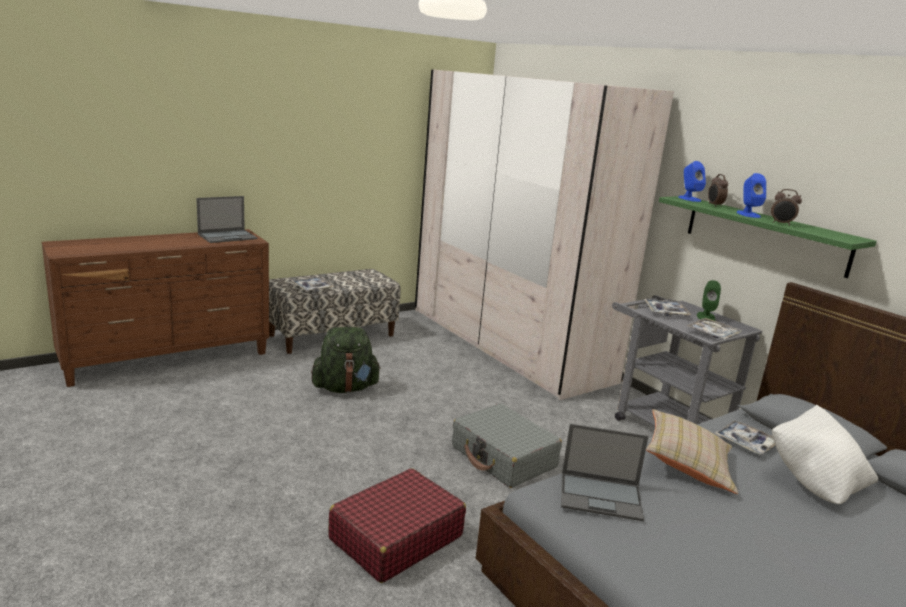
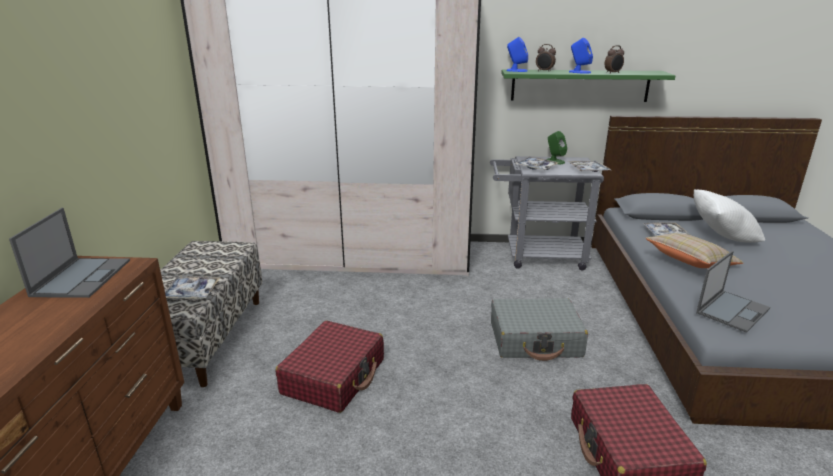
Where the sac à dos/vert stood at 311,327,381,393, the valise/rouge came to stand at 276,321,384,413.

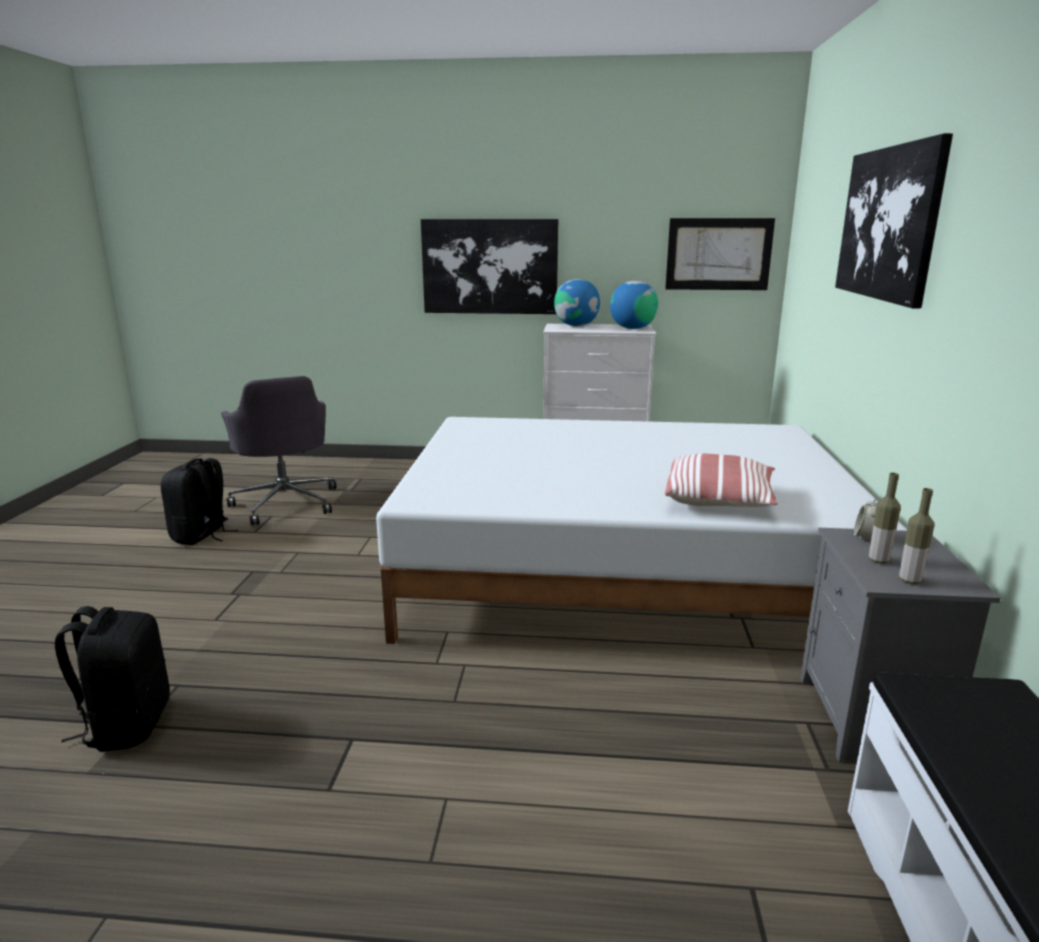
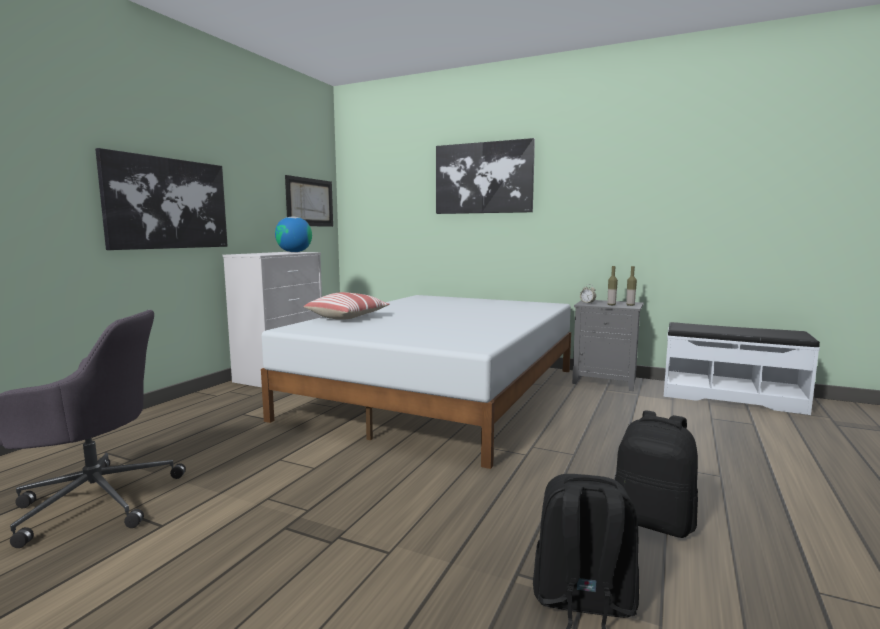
The second view lost the globe at 554,279,600,326. The sac à dos/noir ended up elsewhere, having gone from 161,458,238,545 to 615,410,698,538. The coussin ended up elsewhere, having gone from 665,454,778,507 to 304,292,390,320.

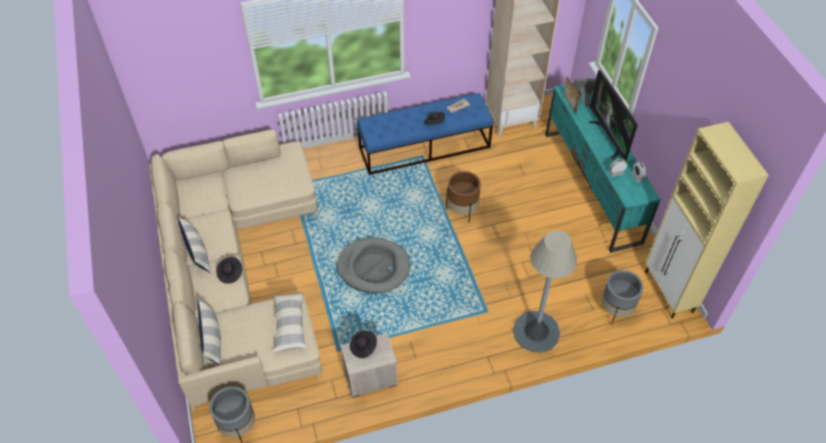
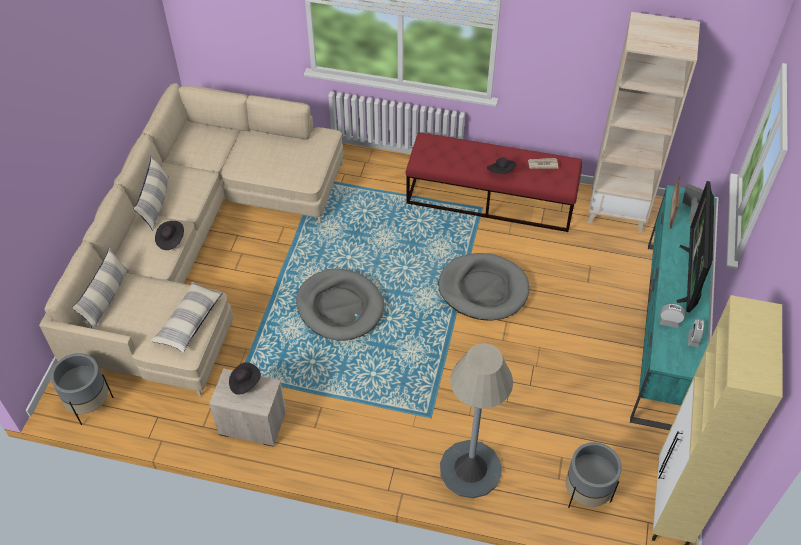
Where the cache-pot/marron stood at 446,171,481,222, the panier pour chien/gris came to stand at 438,253,529,321. What was the banc/bleu at 357,93,494,175 turned into the banc/rouge at 405,132,582,232.

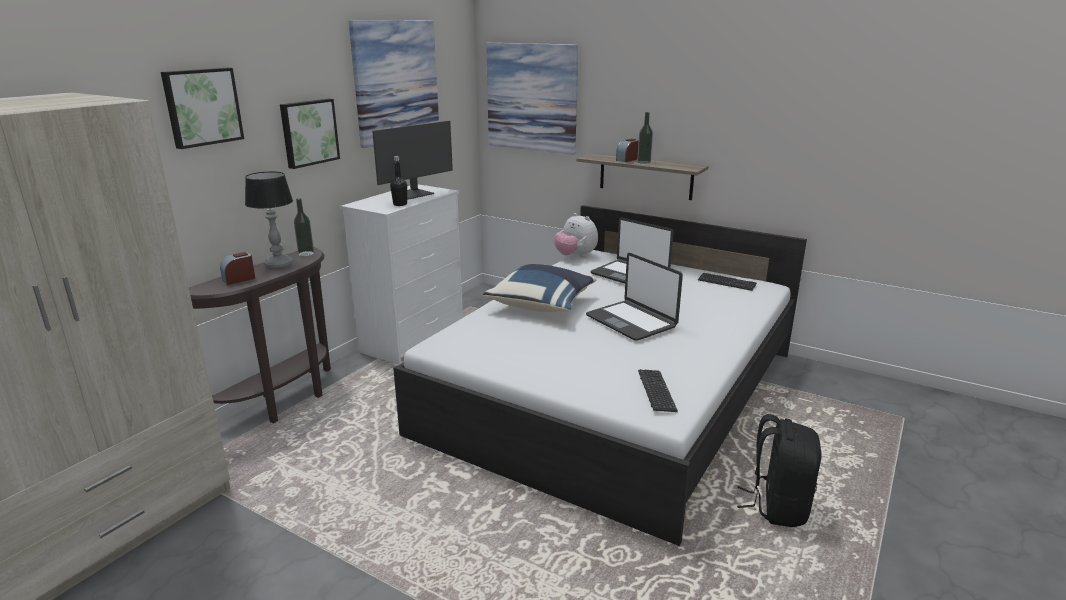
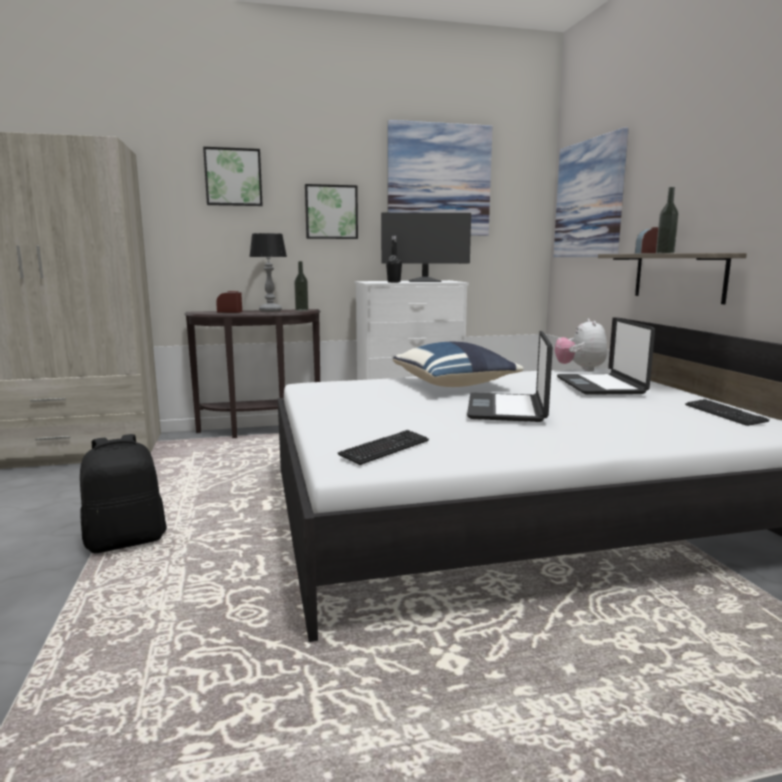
The sac à dos/noir ended up elsewhere, having gone from 737,414,822,527 to 80,434,167,553.

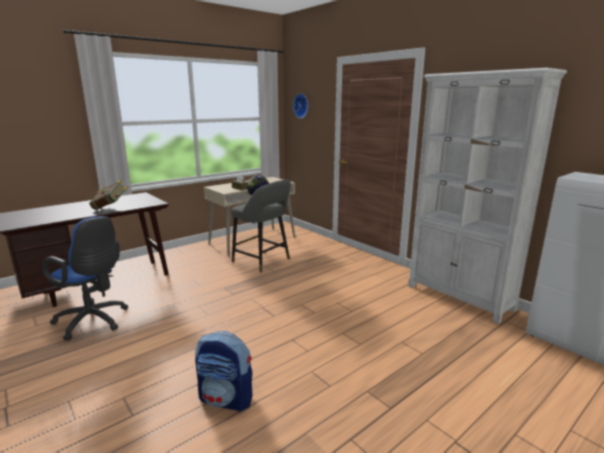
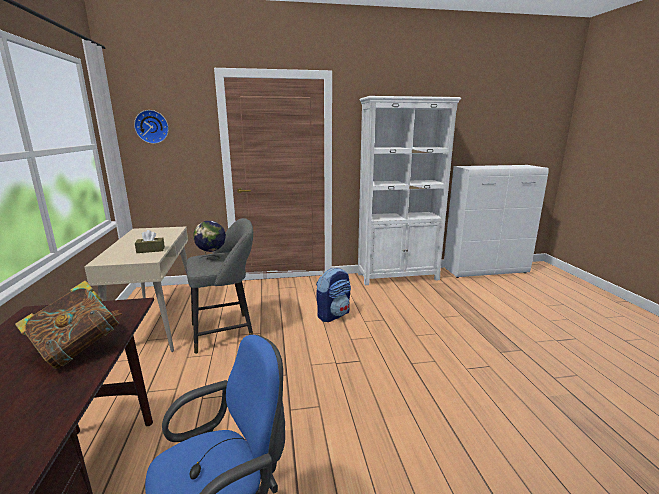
The sac à dos ended up elsewhere, having gone from 195,331,253,412 to 316,267,351,322.

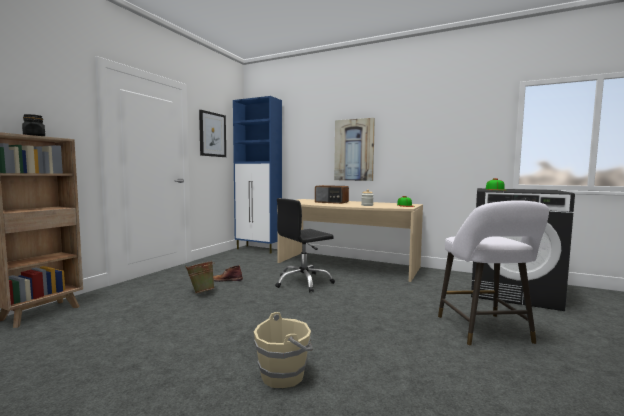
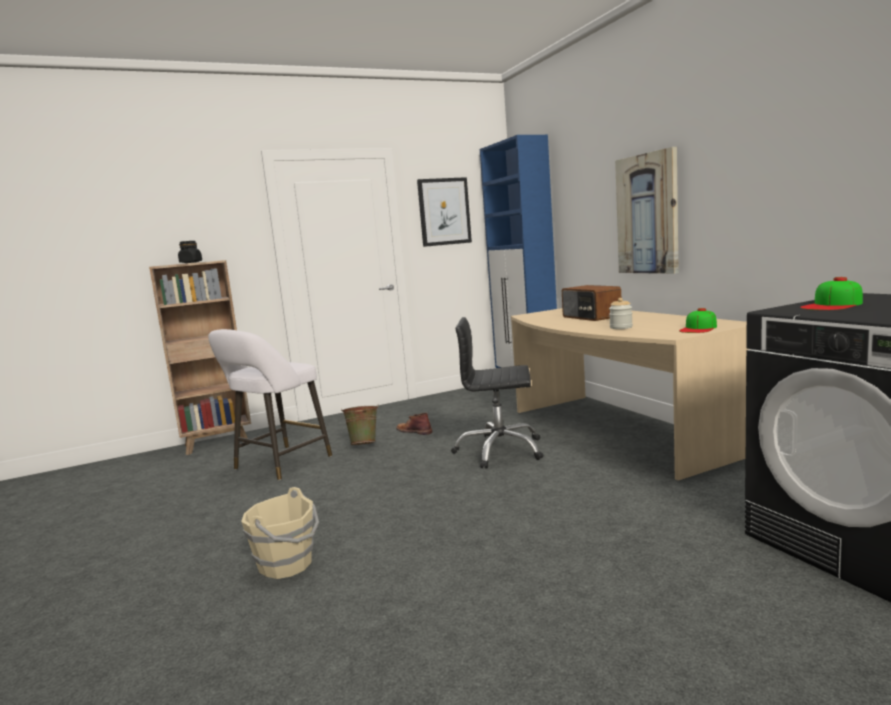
The tabouret/blanc ended up elsewhere, having gone from 438,200,549,346 to 208,329,332,481.

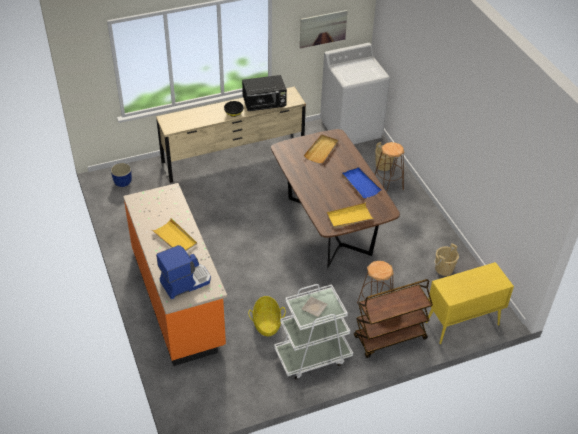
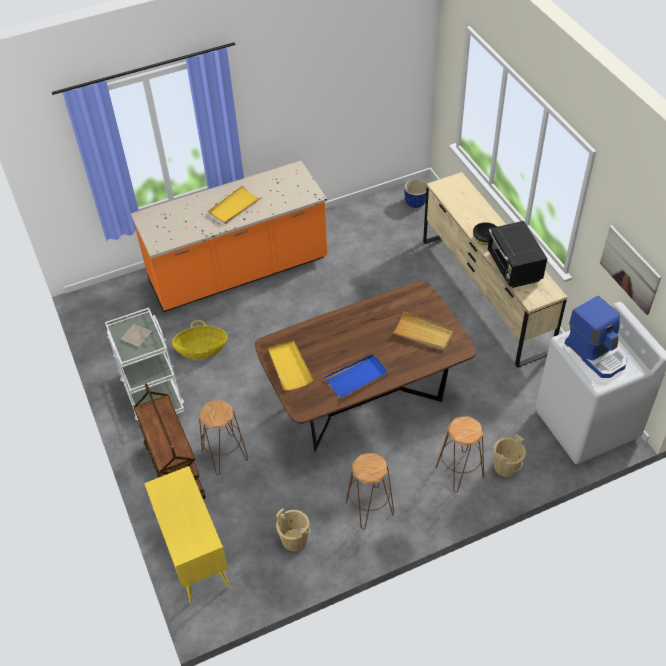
The second view gained the tabouret/marron at 346,453,394,530. The machine à café ended up elsewhere, having gone from 156,245,211,299 to 565,296,627,378.

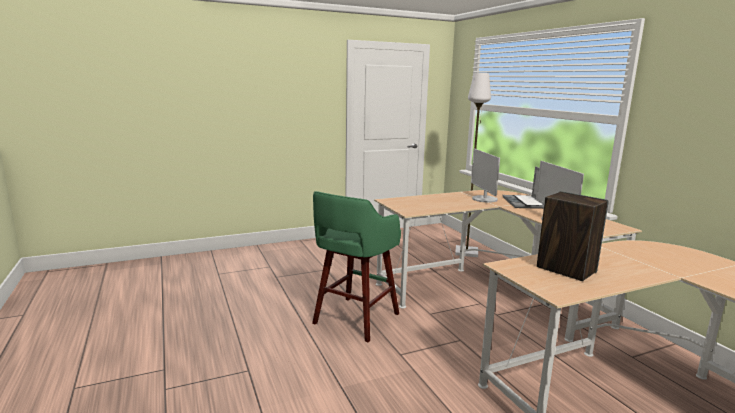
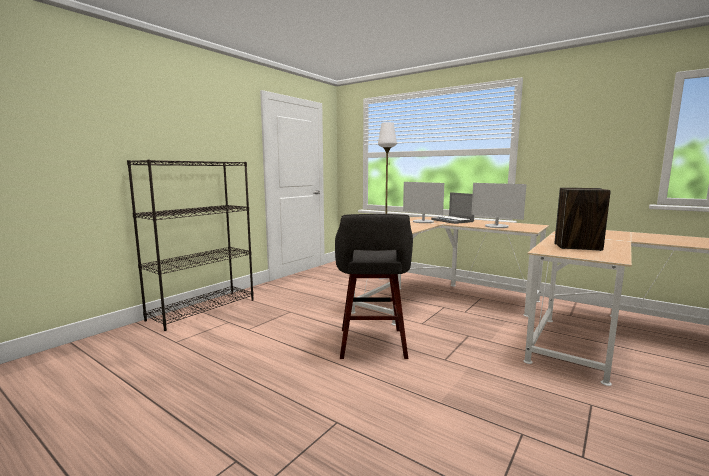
The second view gained the bibliothèque/noir at 127,160,254,331. What was the tabouret/vert at 312,191,401,342 turned into the tabouret/gris at 335,214,413,359.

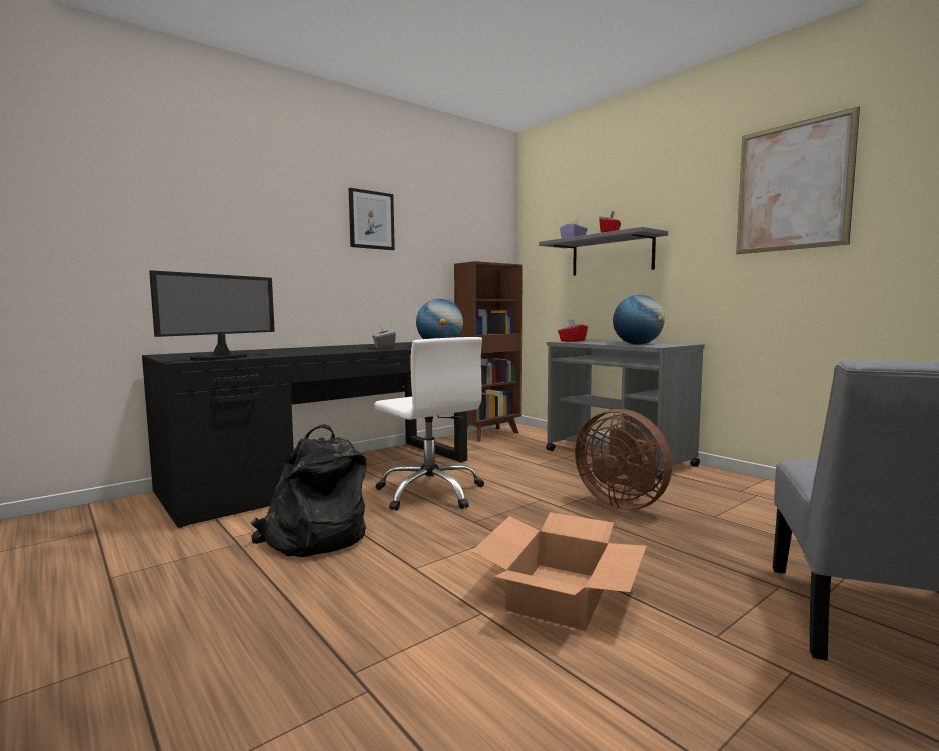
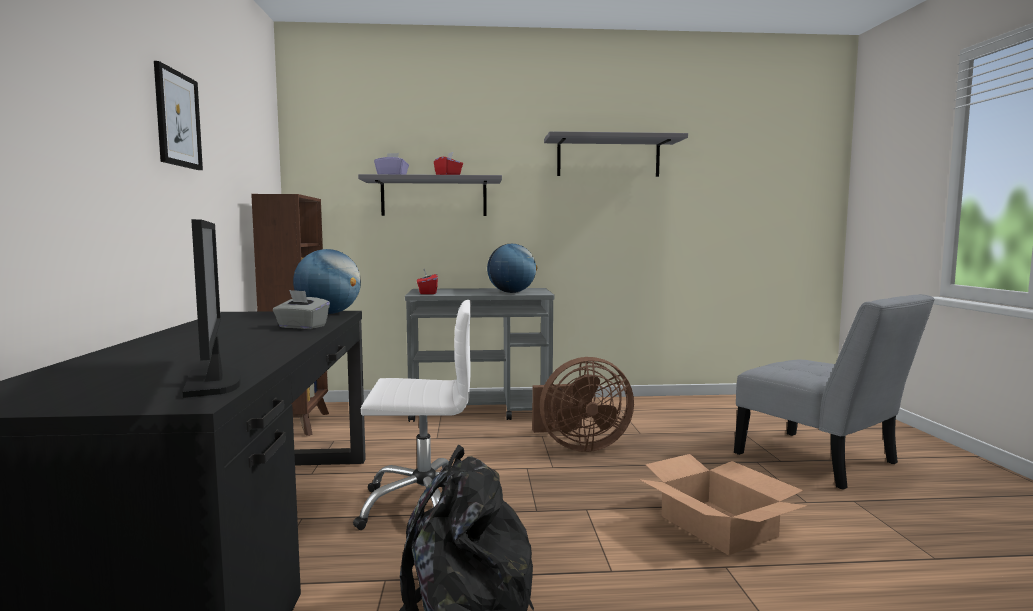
Where the tableau hung at 736,107,860,254, the étagère/gris came to hang at 544,131,688,177.

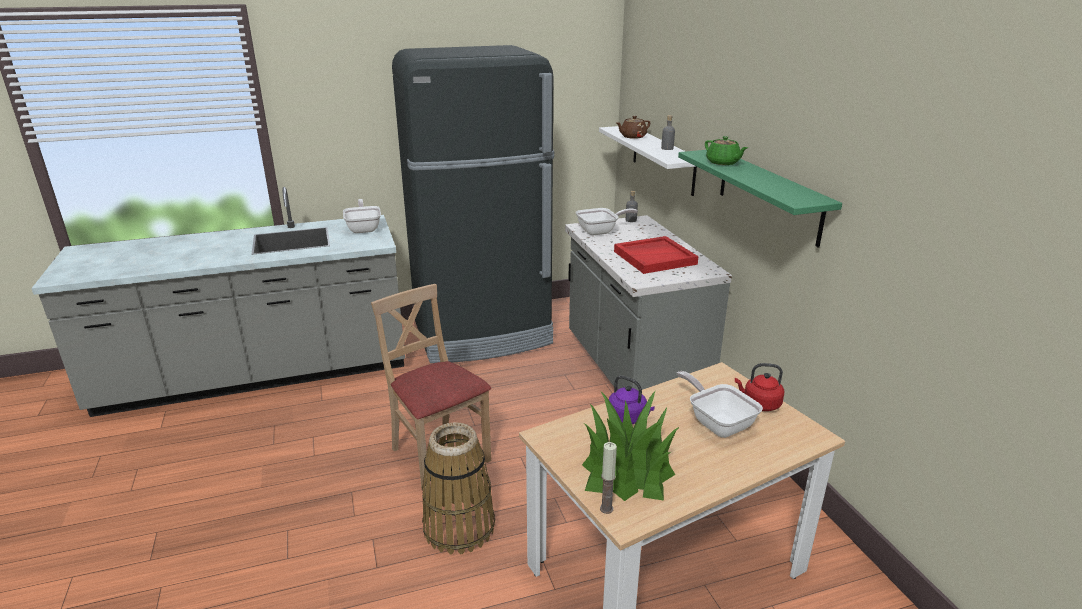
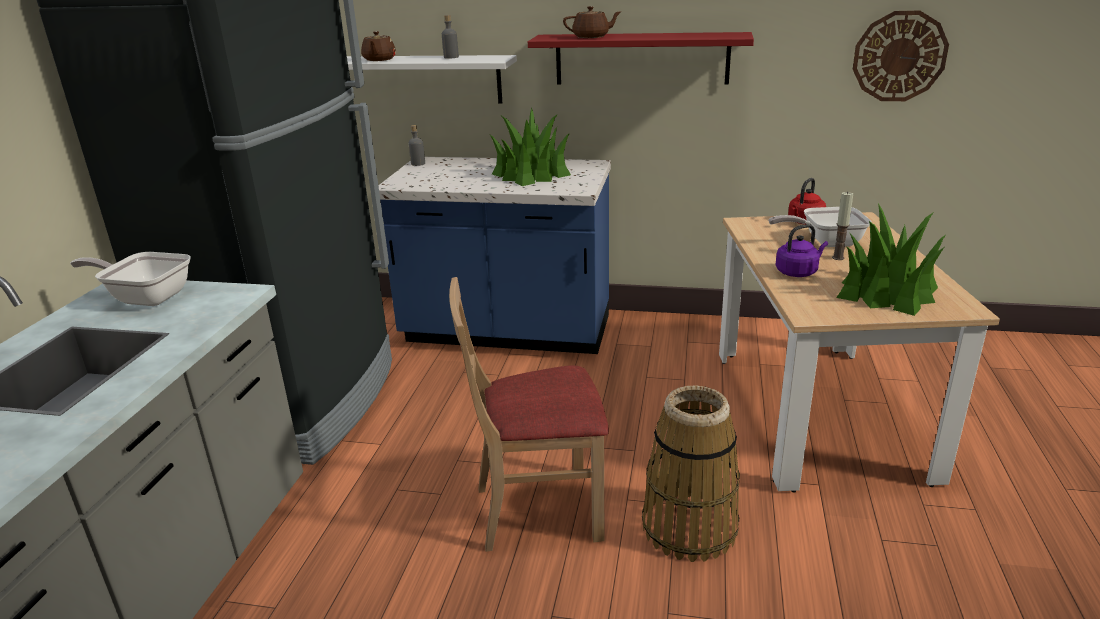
The second view lost the poêle at 575,208,638,235. The second view gained the horloge murale at 853,11,949,101. The bougie ended up elsewhere, having gone from 600,442,617,514 to 832,191,853,260. Where the plateau/rouge stood at 614,236,699,274, the plante en pot came to stand at 489,107,571,186. What was the comptoir de cuisine/gris at 565,215,732,391 turned into the comptoir de cuisine/bleu at 378,157,611,354. What was the étagère/vert at 678,150,842,247 turned into the étagère/rouge at 528,32,754,84. What was the théière/vert at 705,136,748,165 turned into the théière/marron at 563,6,622,38.

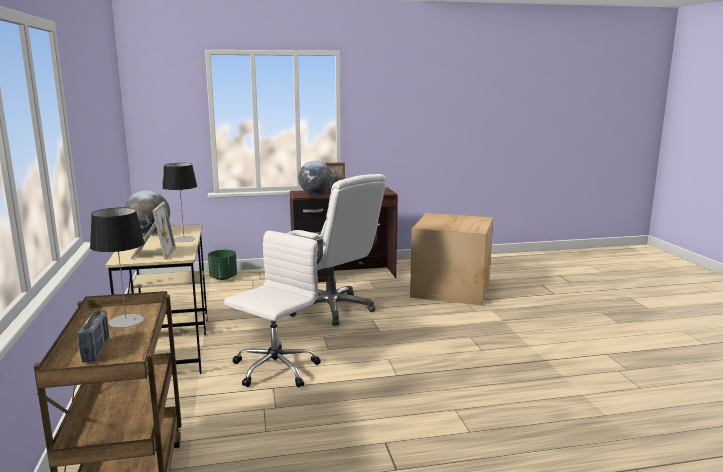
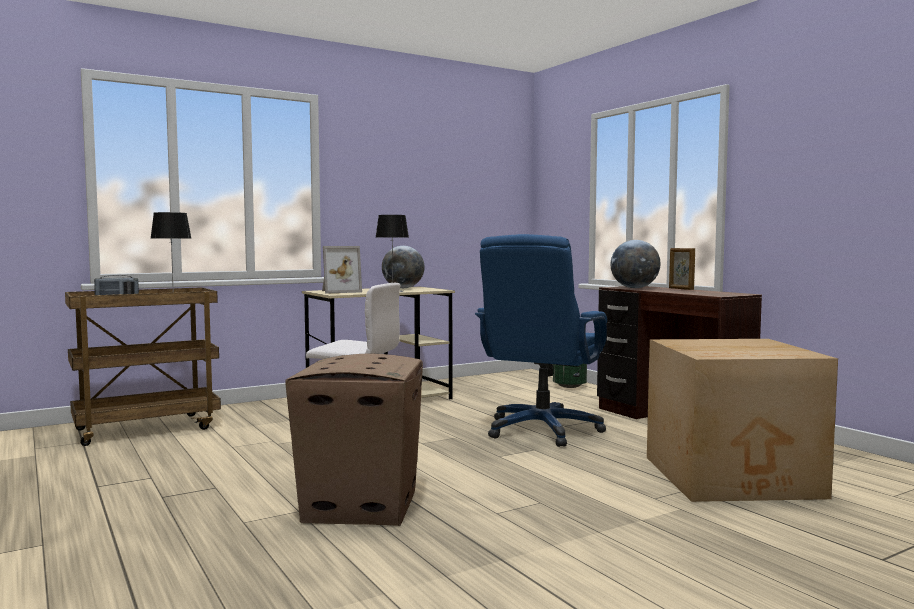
The second view gained the carton at 285,354,423,526. What was the chaise de bureau/blanc at 287,174,386,326 turned into the chaise de bureau/bleu at 475,234,607,447.

